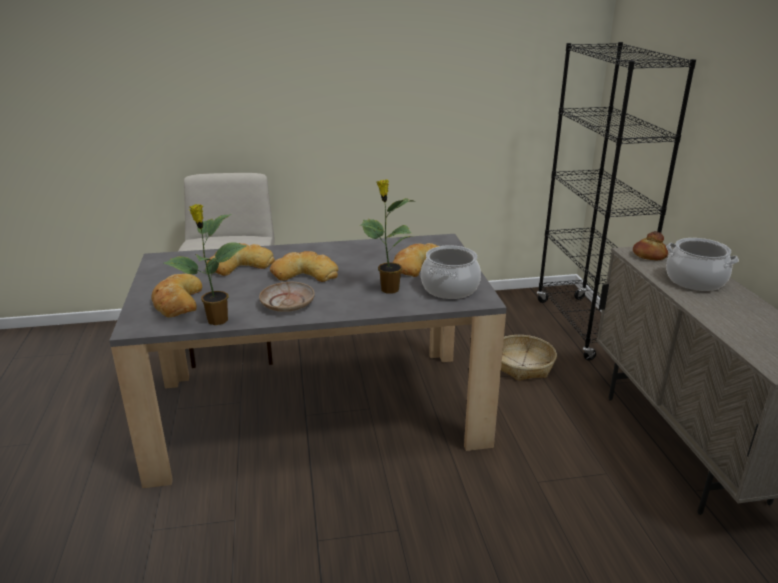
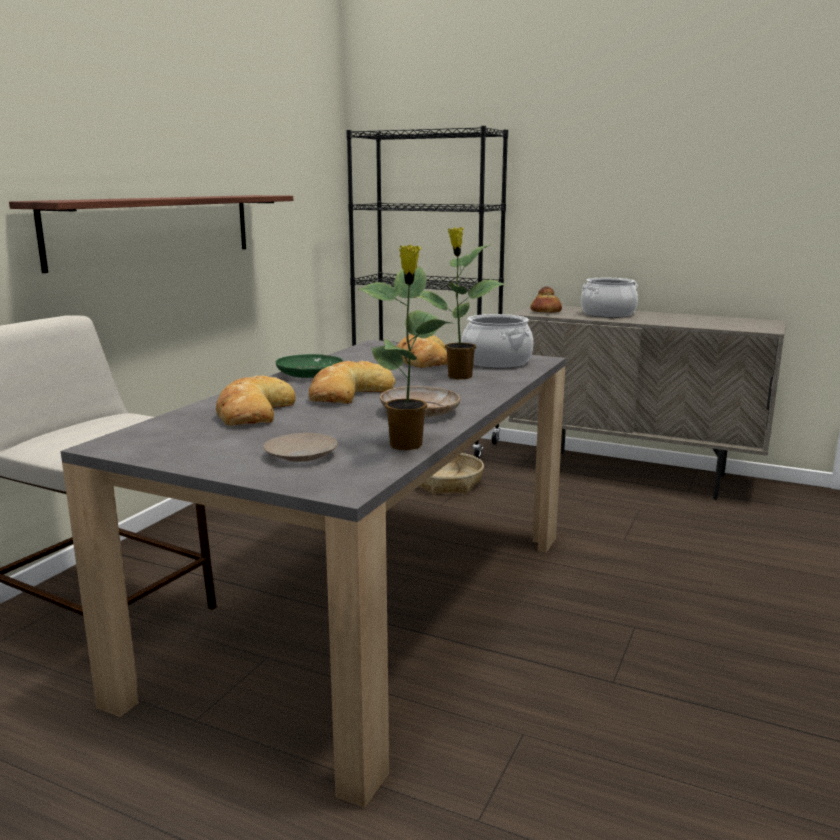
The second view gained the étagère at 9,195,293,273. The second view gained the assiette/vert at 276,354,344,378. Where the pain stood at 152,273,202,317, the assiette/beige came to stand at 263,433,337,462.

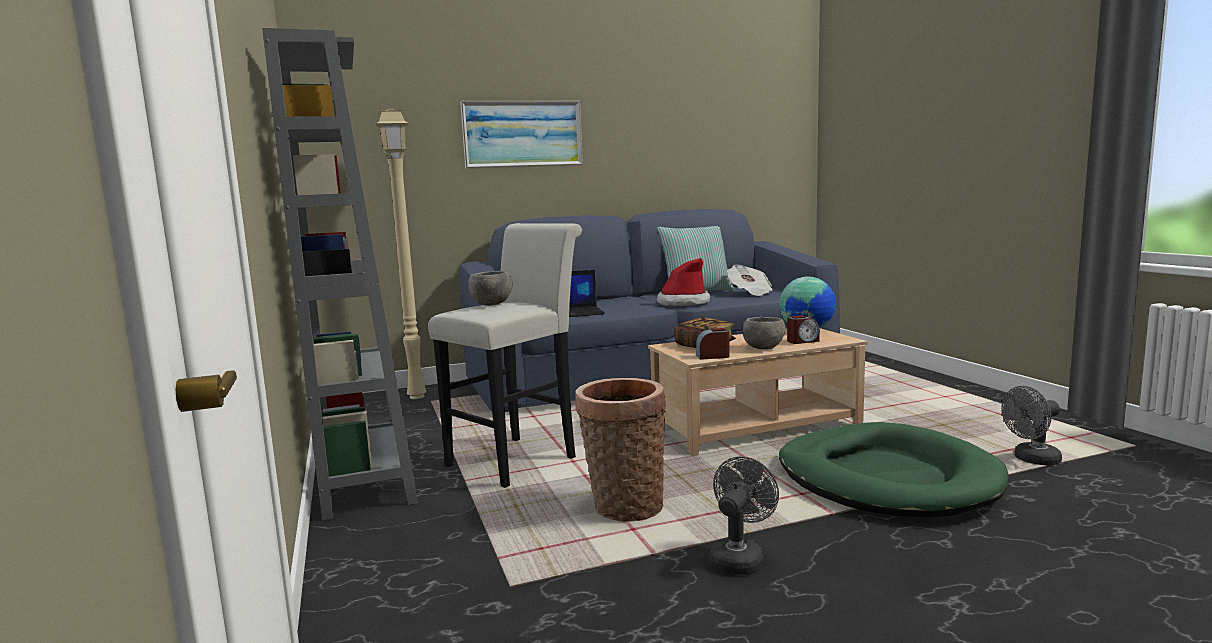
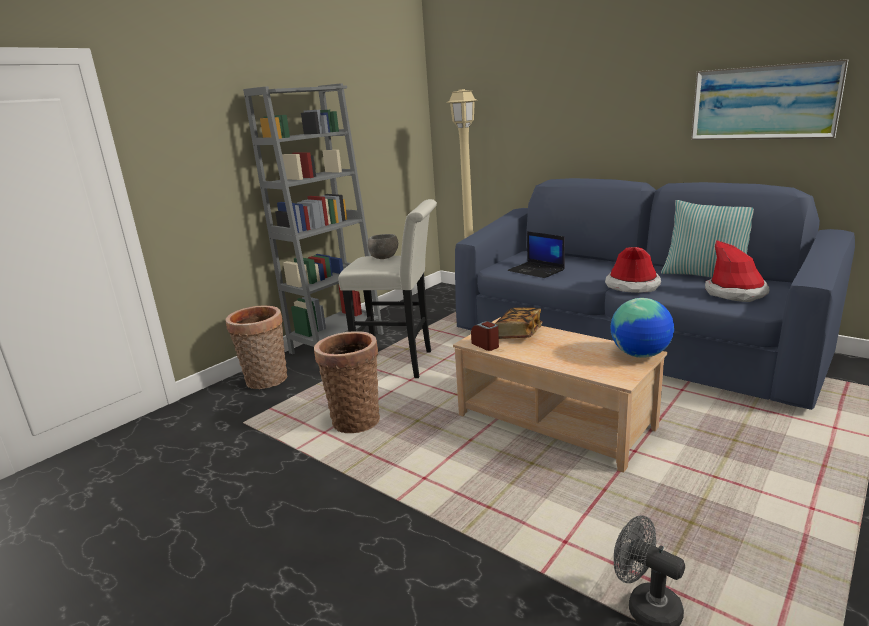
The second view lost the ventilateur/gris at 710,456,779,574. The second view lost the bol/gris at 743,317,785,349. The second view lost the panier pour chien/vert at 779,422,1009,517. The second view lost the réveil at 787,315,820,344. The second view gained the panier at 225,305,288,389. The tableau ended up elsewhere, having gone from 460,101,583,168 to 691,59,849,140. Where the journal stood at 727,265,774,296, the chapeau came to stand at 705,240,769,302.

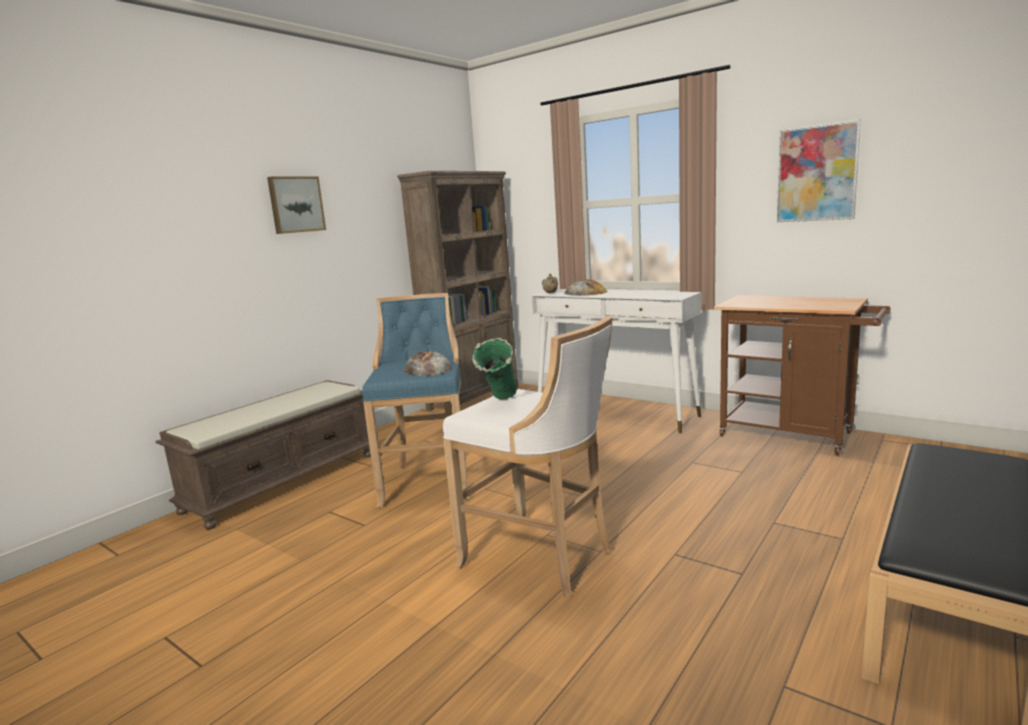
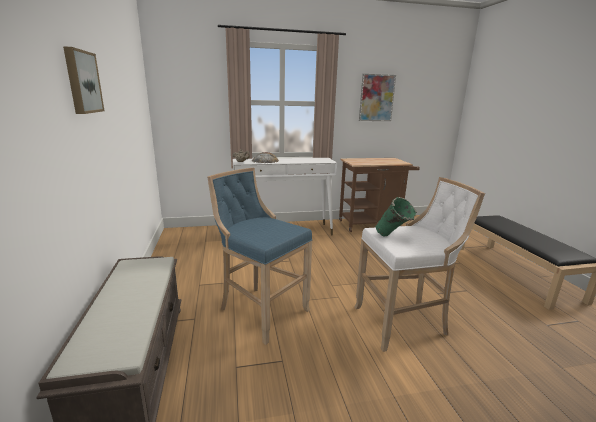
The second view lost the bibliothèque/marron at 397,171,518,411. The second view lost the pain at 404,351,452,376.

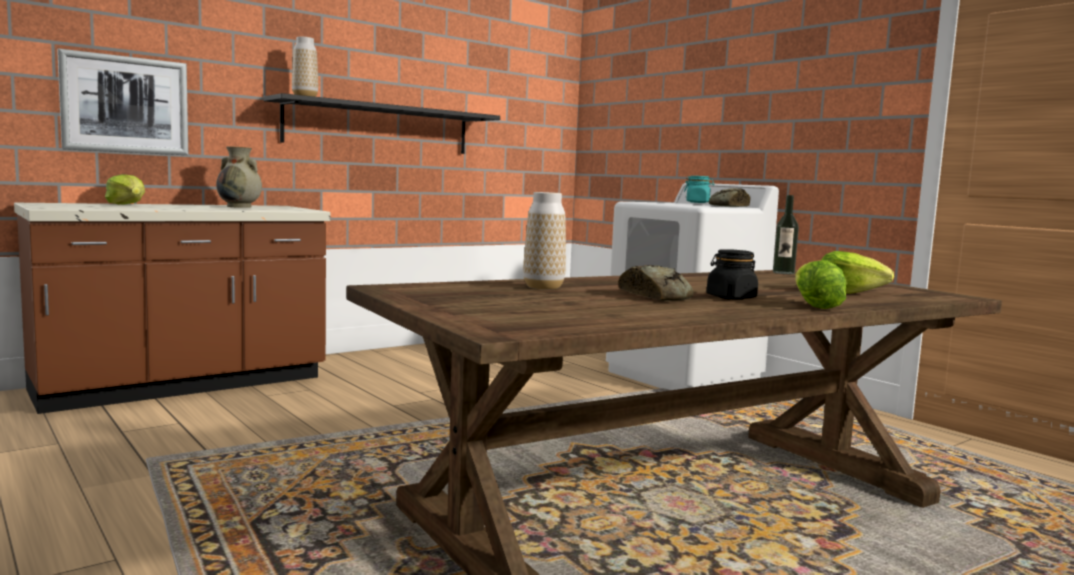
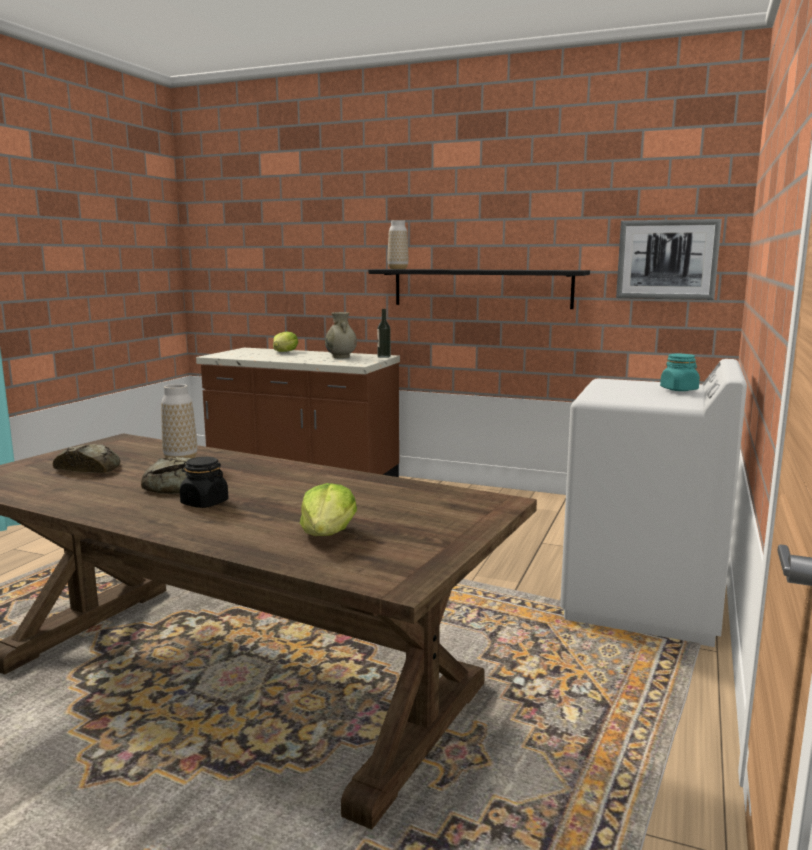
The second view lost the laitue at 795,260,846,309. The tableau ended up elsewhere, having gone from 57,48,188,155 to 616,219,722,300. The pain ended up elsewhere, having gone from 709,188,750,207 to 53,444,120,473. The bouteille ended up elsewhere, having gone from 773,195,799,274 to 377,309,391,358.

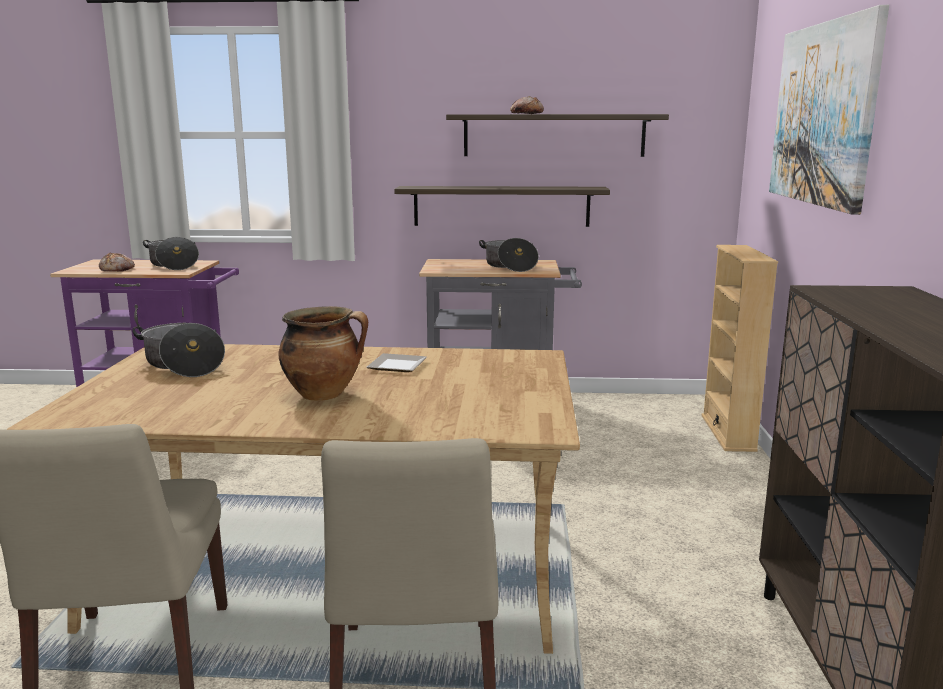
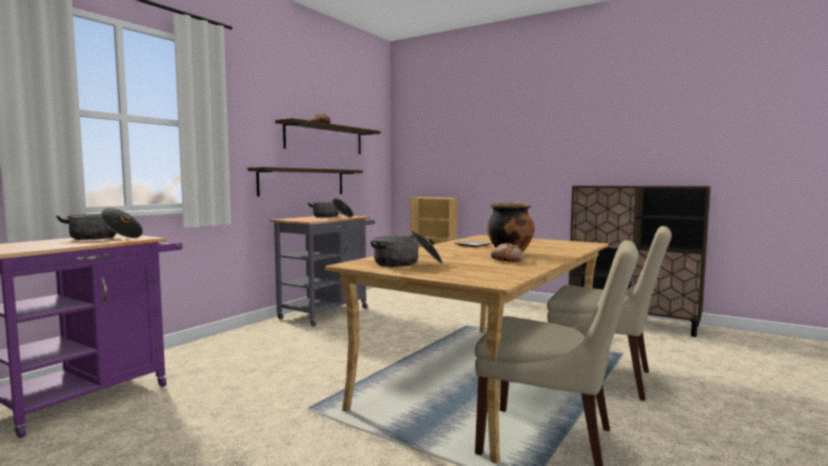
The second view lost the tableau at 769,5,889,215. The pain ended up elsewhere, having gone from 99,253,135,272 to 491,243,524,262.

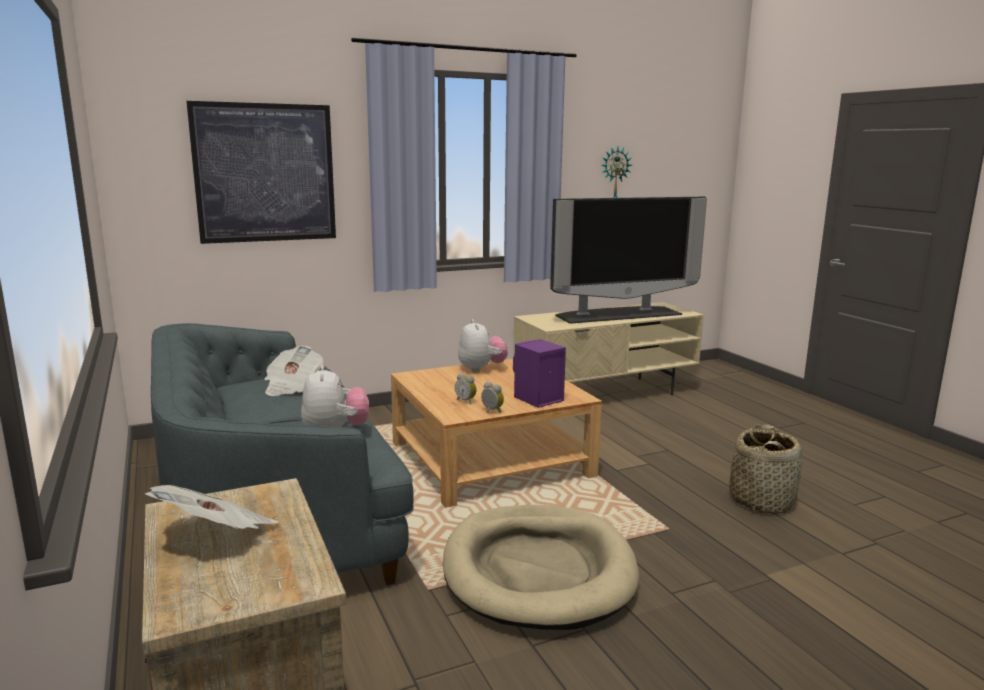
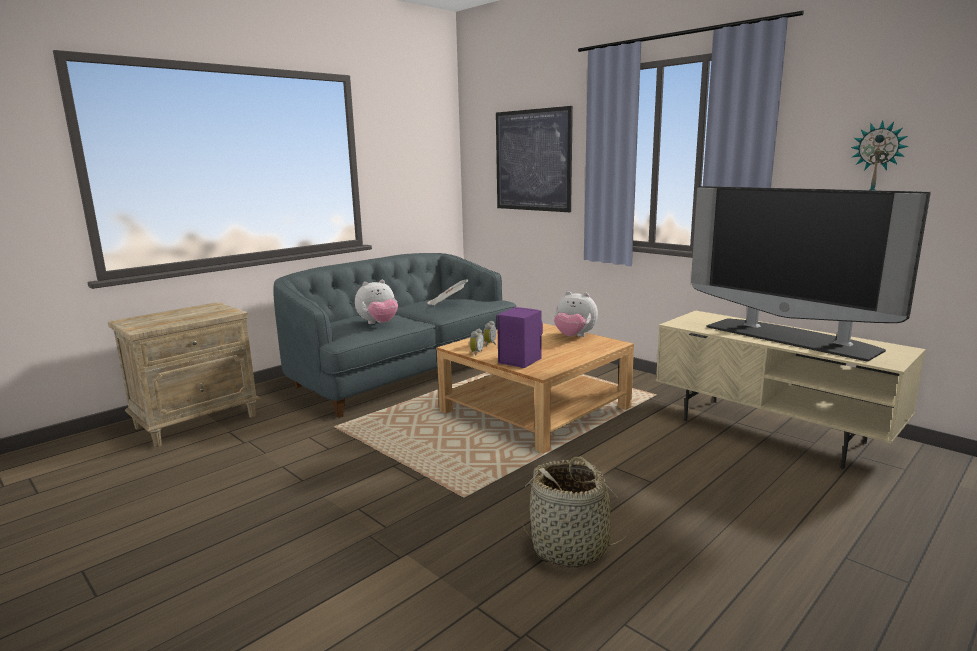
The second view lost the journal at 145,485,279,529. The second view lost the panier pour chien/beige at 443,505,639,630. The peluche at 458,319,508,373 ended up facing another way, 60 degrees clockwise from before.

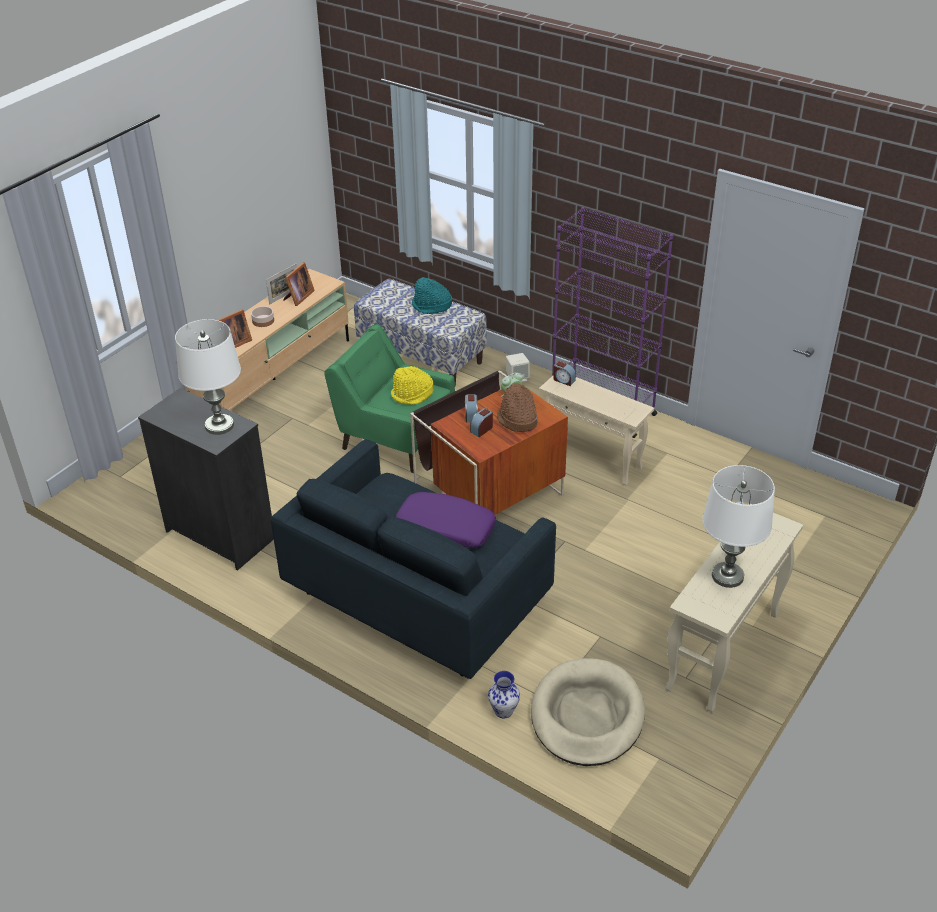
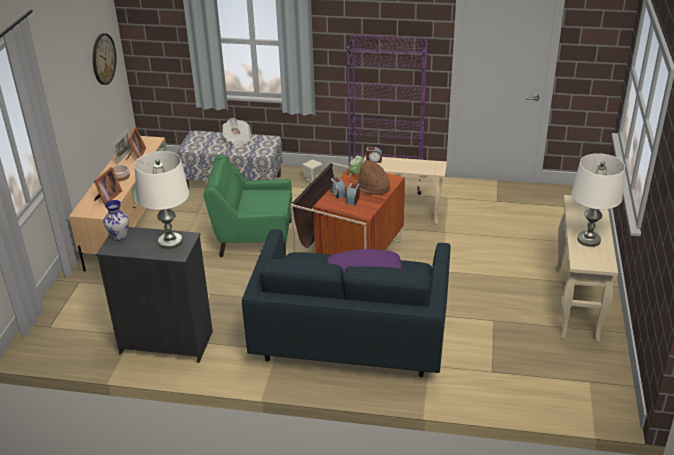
The second view lost the chapeau/jaune at 391,366,433,405. The second view lost the panier pour chien/beige at 531,658,645,766. The second view gained the horloge murale at 93,33,117,85. The vase ended up elsewhere, having gone from 488,671,520,718 to 103,200,129,241. Where the chapeau/turquoise stood at 412,277,452,314, the journal came to stand at 222,118,252,148.

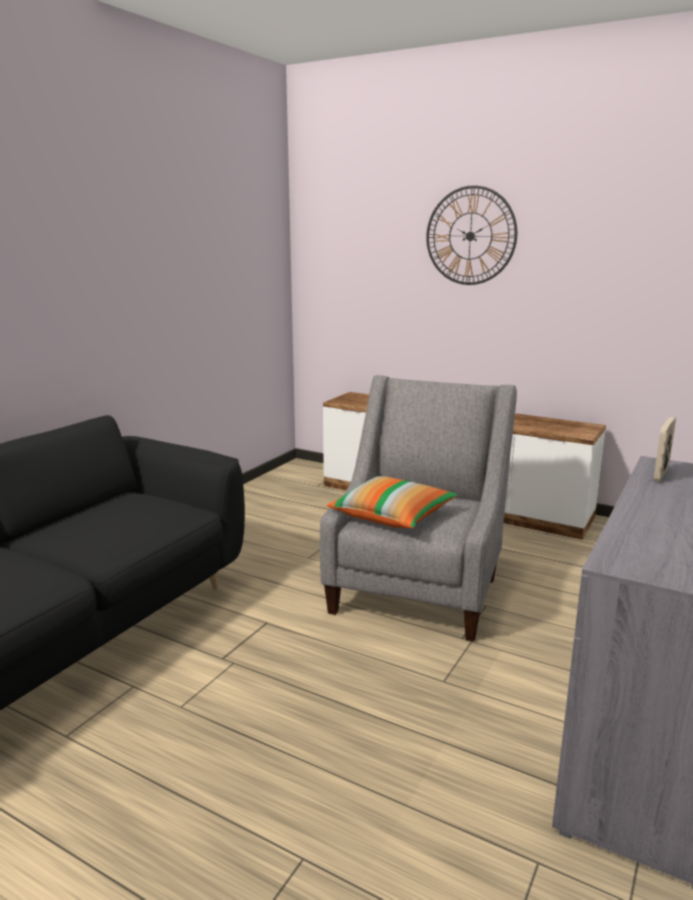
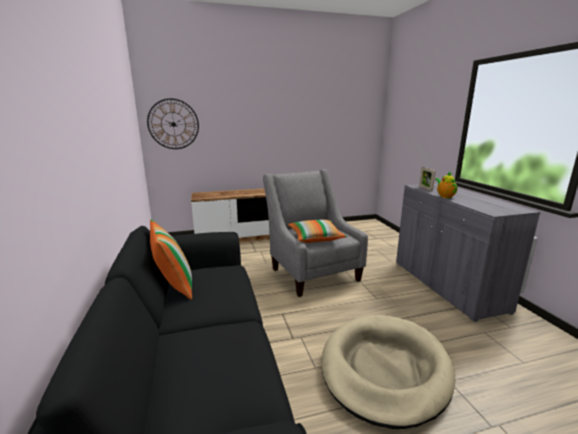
The second view gained the coussin at 150,219,192,300. The second view gained the panier pour chien/beige at 321,315,456,429. The second view gained the théière at 435,171,458,198. The horloge murale ended up elsewhere, having gone from 426,185,517,285 to 147,98,199,149.

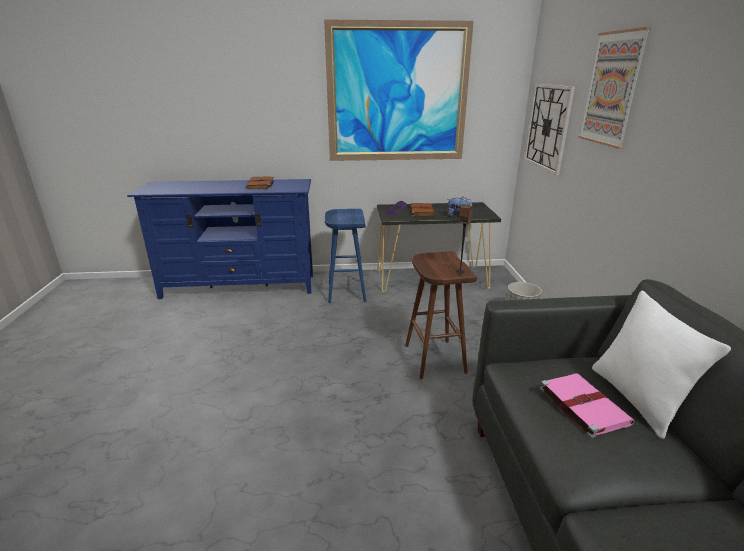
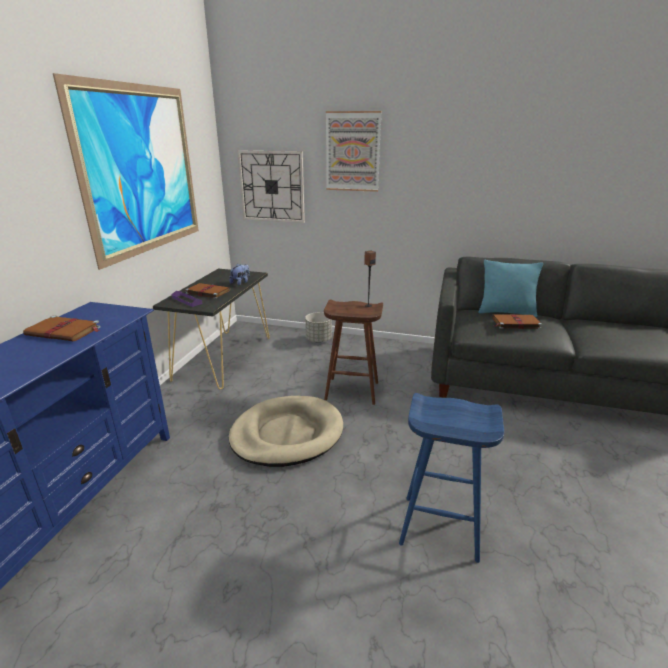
The second view gained the panier pour chien/beige at 229,396,343,467. The tabouret/bleu ended up elsewhere, having gone from 325,209,366,303 to 399,393,504,563. What was the livre/rose at 540,373,634,438 turned into the livre/marron at 492,314,542,329. What was the coussin/blanc at 592,291,731,439 turned into the coussin/turquoise at 478,260,543,317.

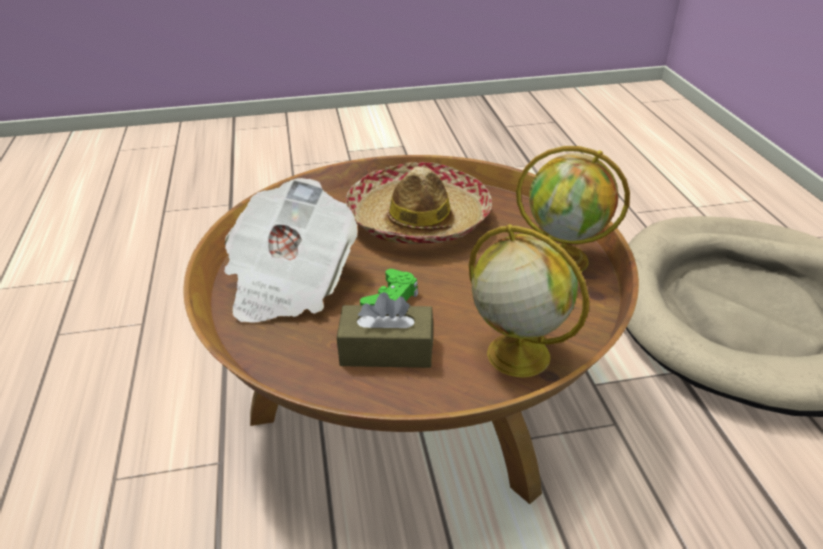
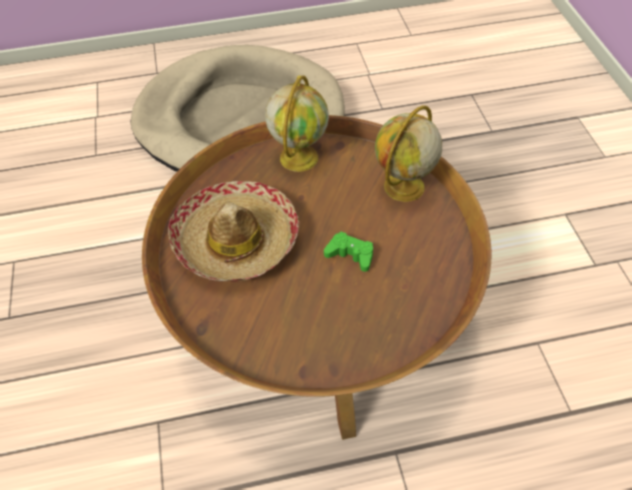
The second view lost the journal at 224,178,358,323. The second view lost the boîte à mouchoirs/marron at 337,292,433,368.

